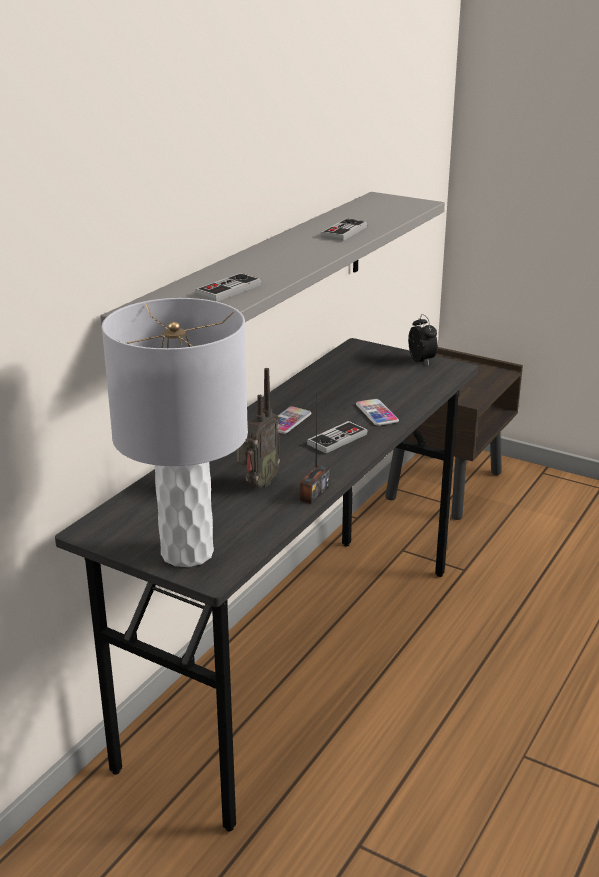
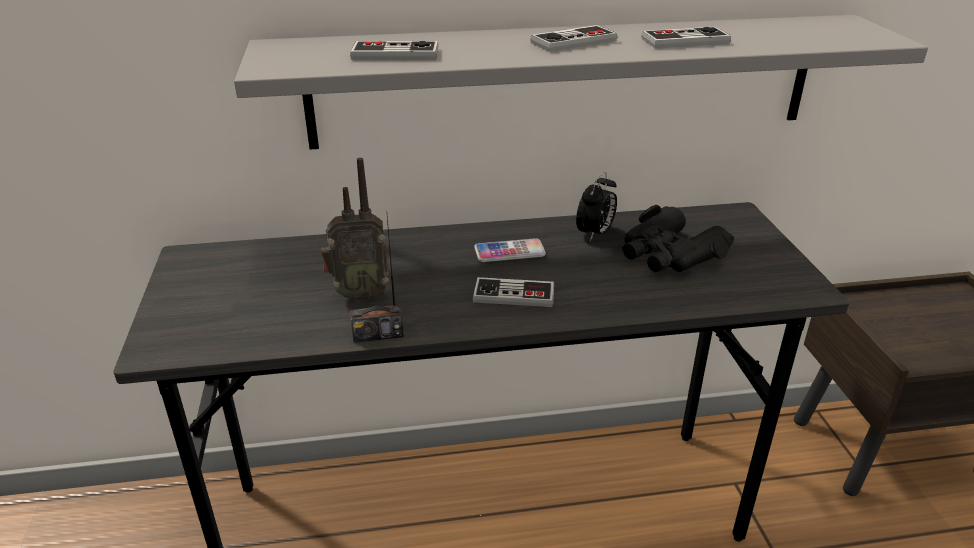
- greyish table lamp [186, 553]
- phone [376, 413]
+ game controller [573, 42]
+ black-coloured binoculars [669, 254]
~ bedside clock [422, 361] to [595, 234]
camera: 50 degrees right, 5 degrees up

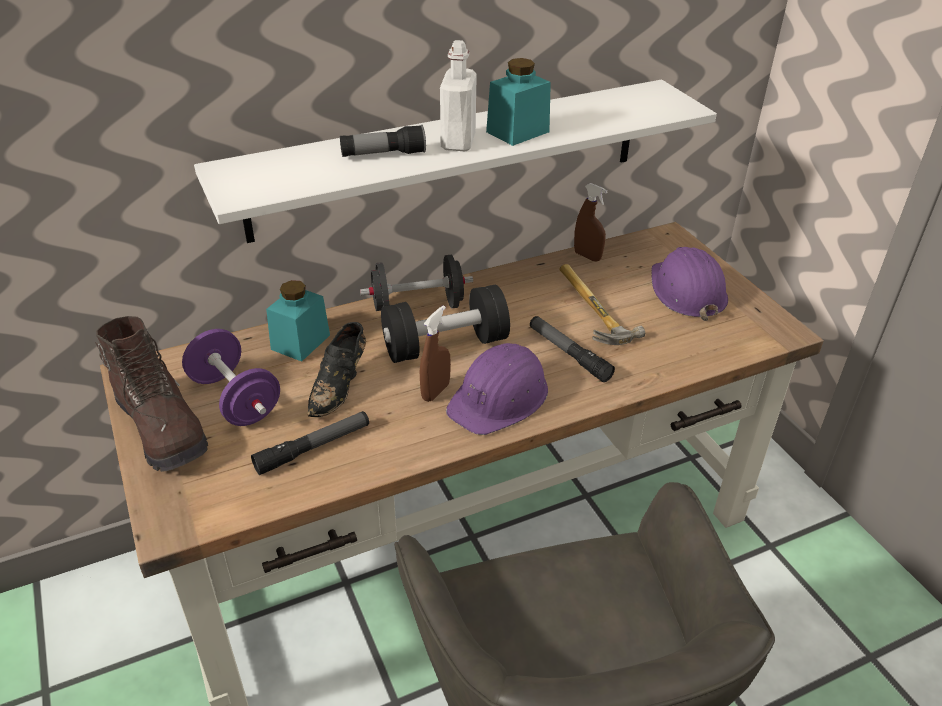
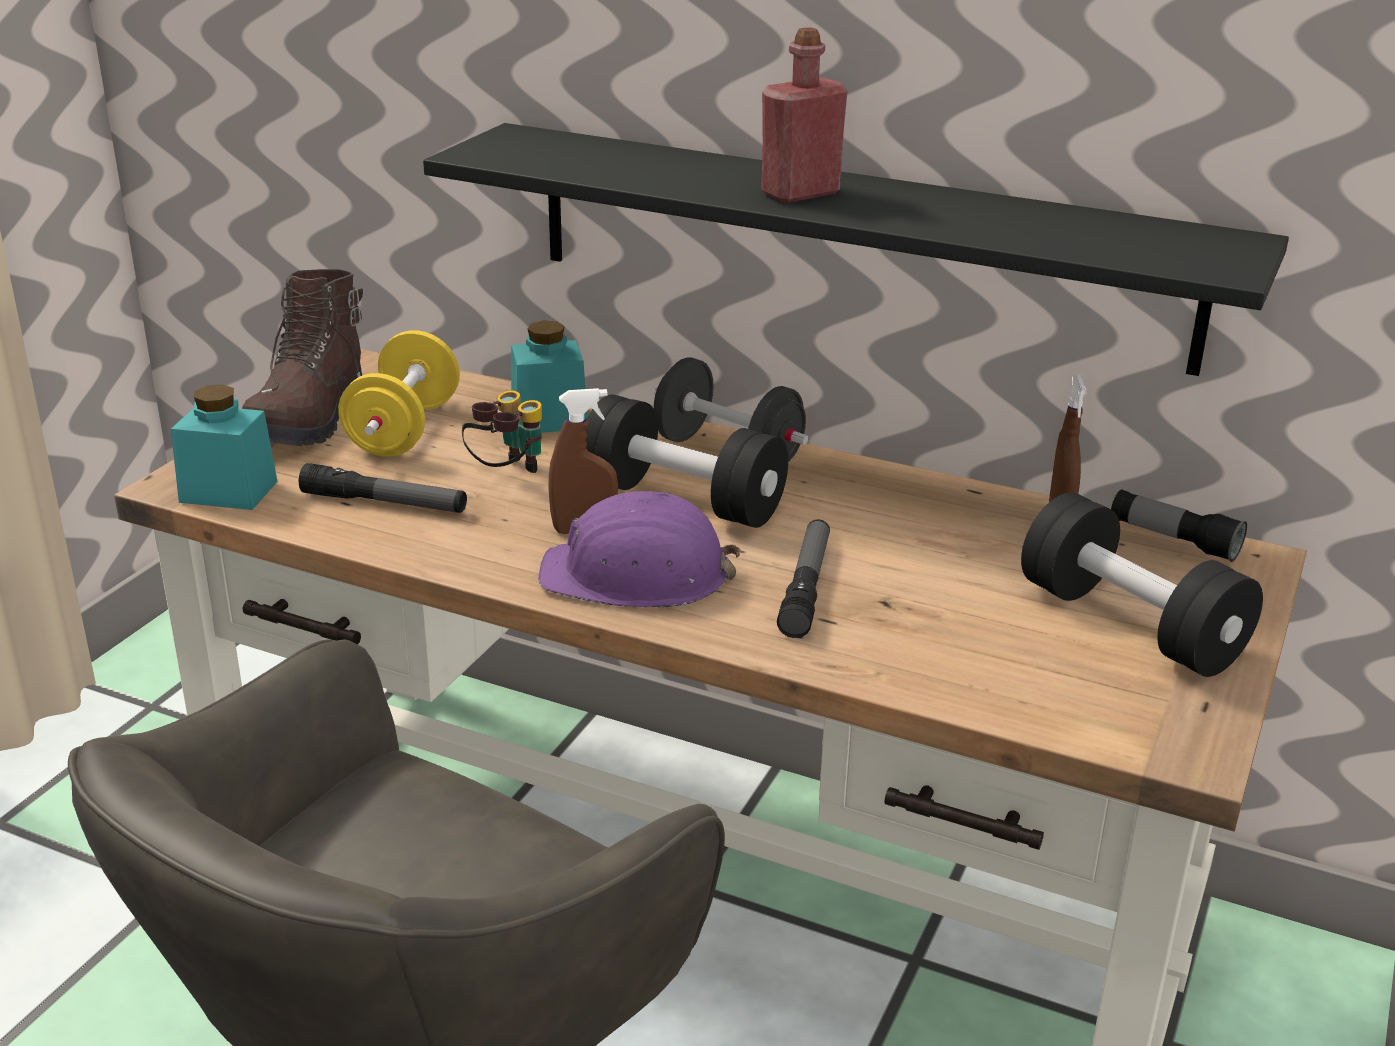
- tool hammer [588, 311]
~ torch [383, 155] to [1173, 540]
~ turquoise storage jar [517, 132] to [228, 491]
~ black-coloured low shoe [340, 387] to binoculars [506, 473]
~ purplish work helmet [686, 291] to black-coloured free weight [1130, 625]
~ purplish free weight [235, 399] to yellow free weight [404, 430]
~ white wall shelf [450, 158] to black-coloured wall shelf [854, 244]
~ white beverage bottle [458, 142] to reddish beverage bottle [800, 193]
camera: 50 degrees right, 10 degrees down

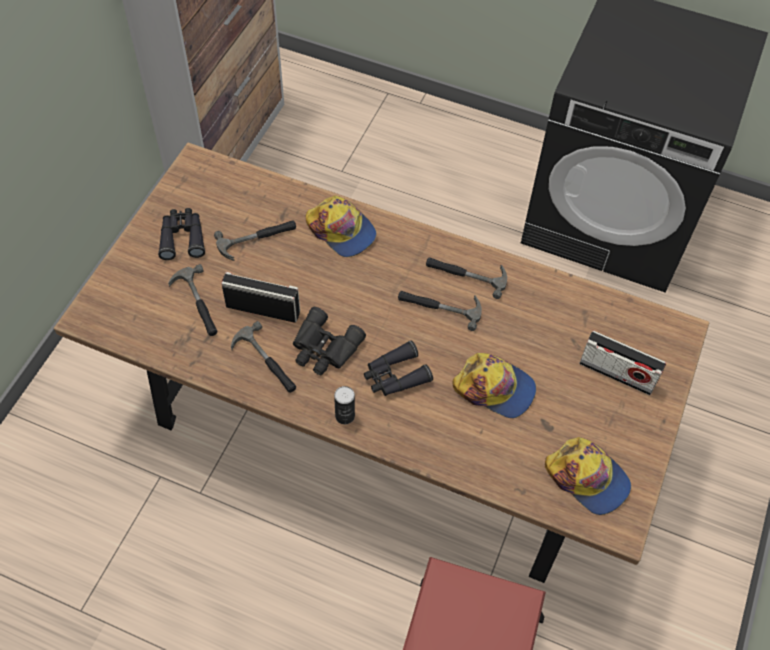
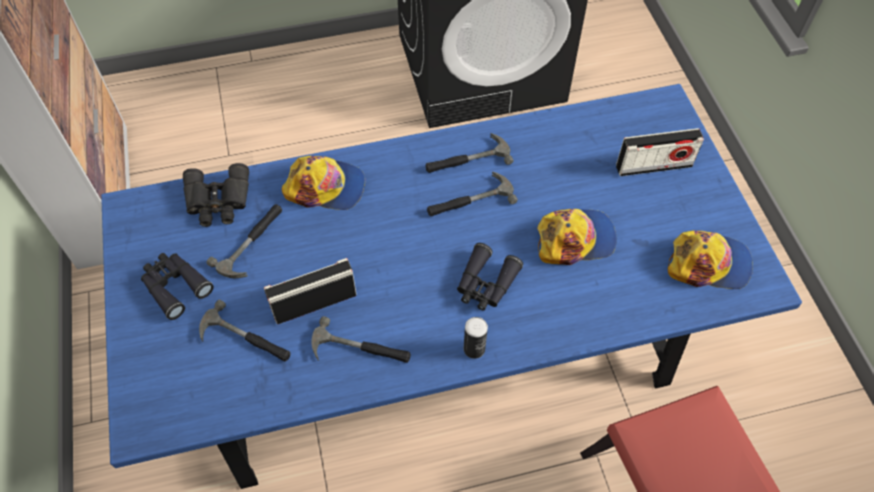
~ black-coloured binoculars [324, 349] to [218, 201]
~ brownish dinner table [381, 418] to bluish dinner table [436, 342]
camera: 35 degrees left, 0 degrees up

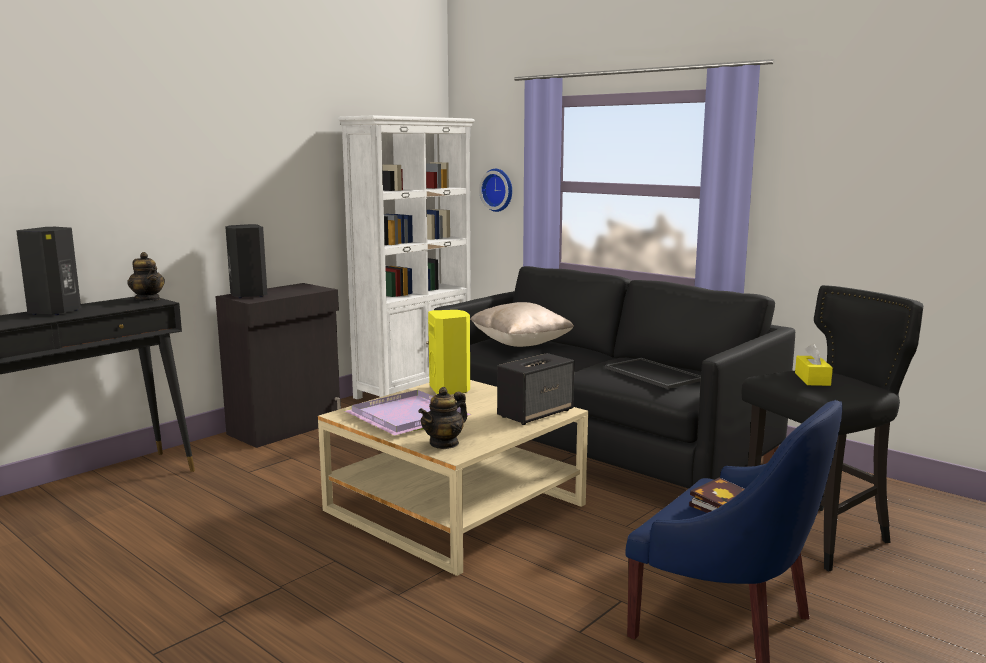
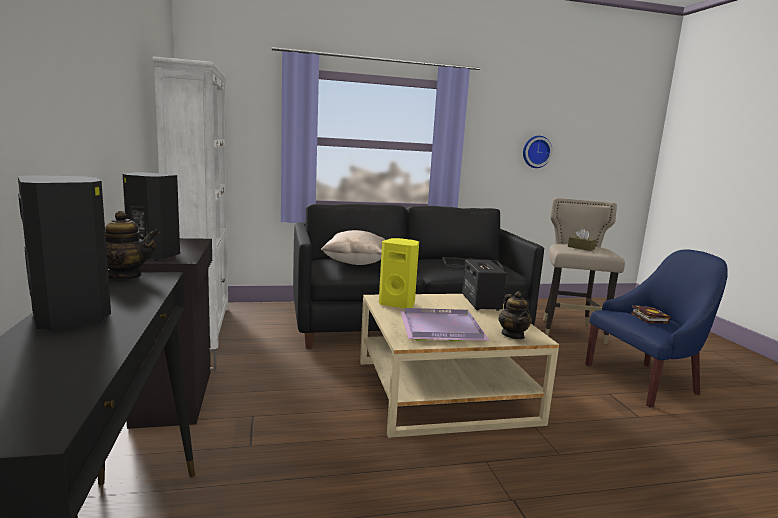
~ clock on the wall [498, 190] to [536, 151]
~ black-coloured stool [817, 536] to beige stool [571, 331]
~ yellow tissue holder [812, 379] to brownish tissue holder [581, 248]
camera: 55 degrees left, 0 degrees up

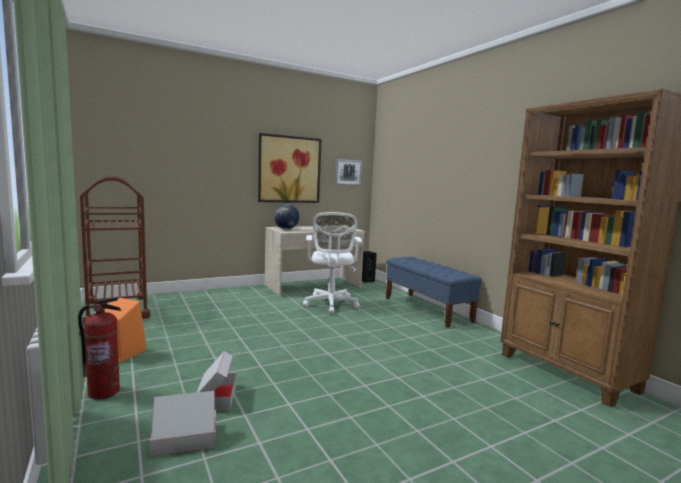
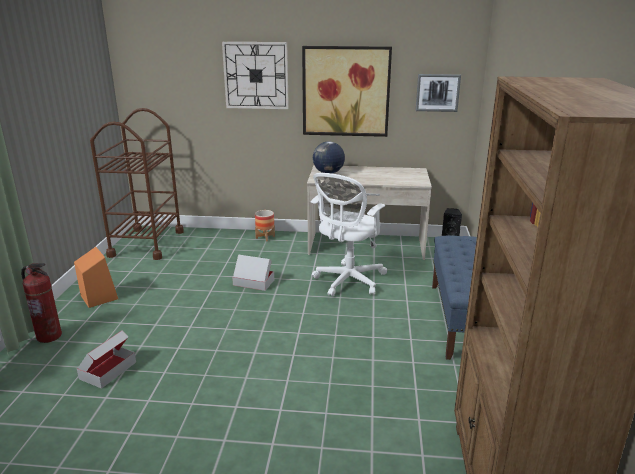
+ clock on the wall [256, 75]
+ plant pot [265, 237]
~ packing box [185, 439] to [253, 282]
camera: 35 degrees right, 15 degrees up

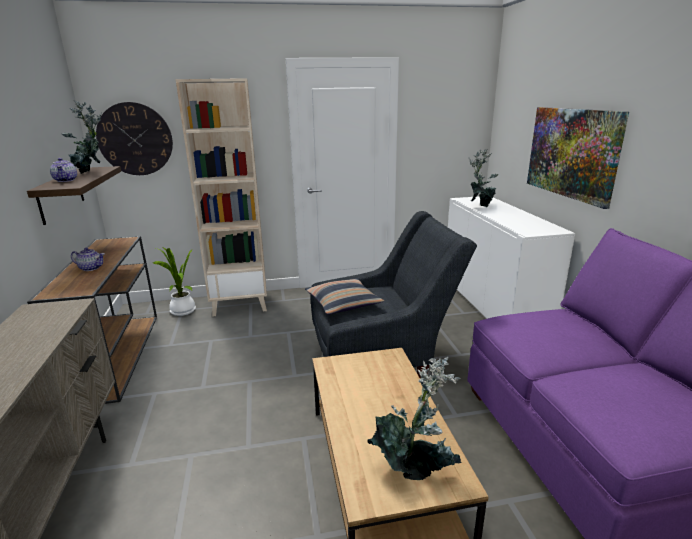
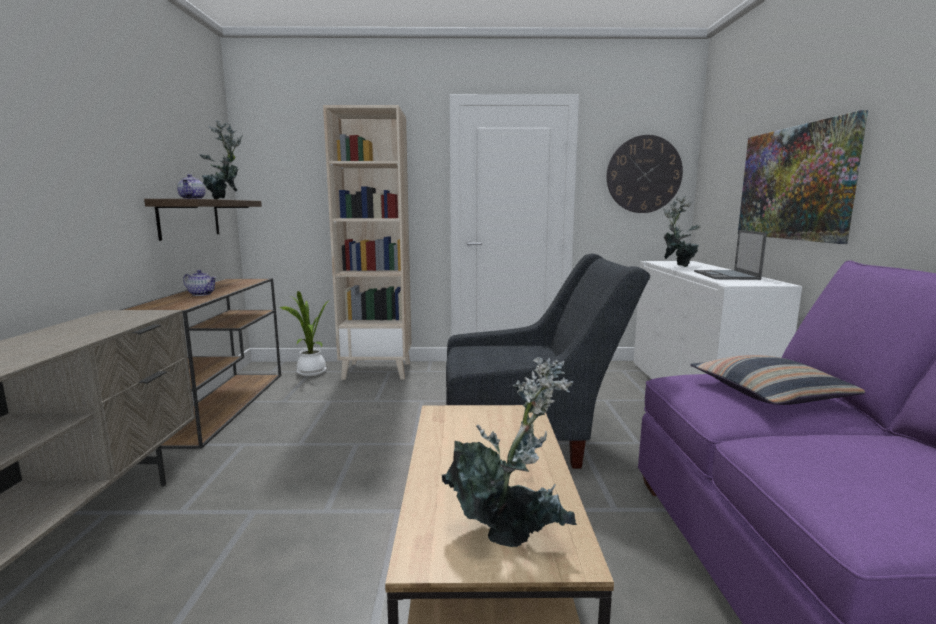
+ portable computer [726, 275]
~ clock on the wall [135, 139] to [644, 174]
~ pillow [343, 303] to [770, 393]
camera: 10 degrees right, 10 degrees down

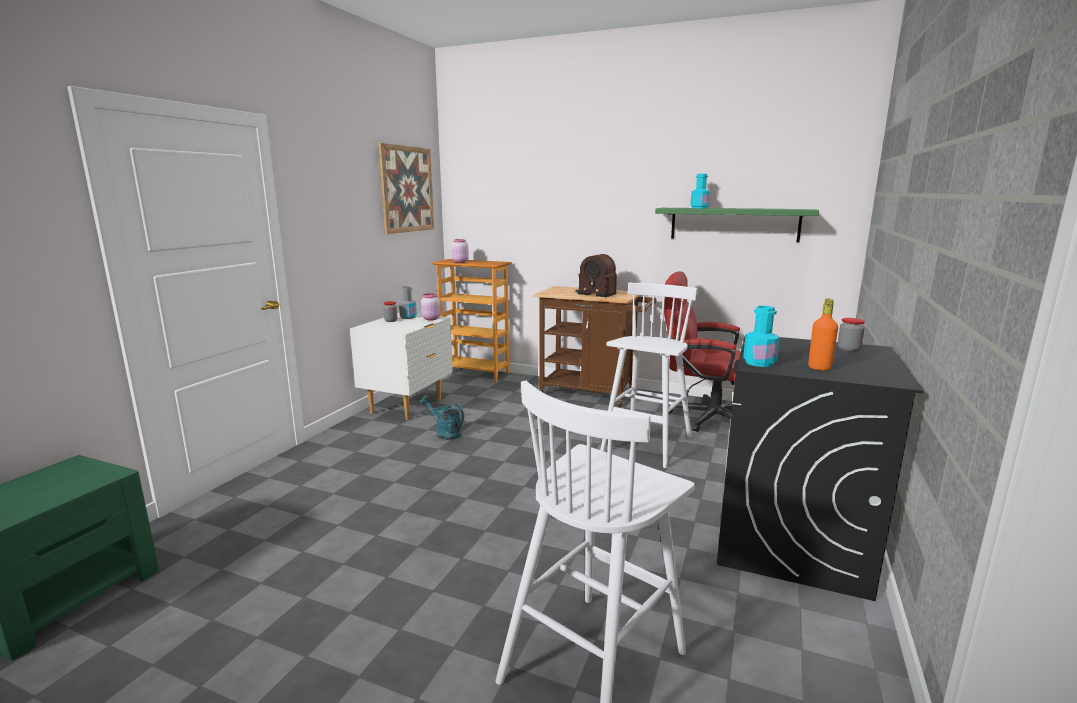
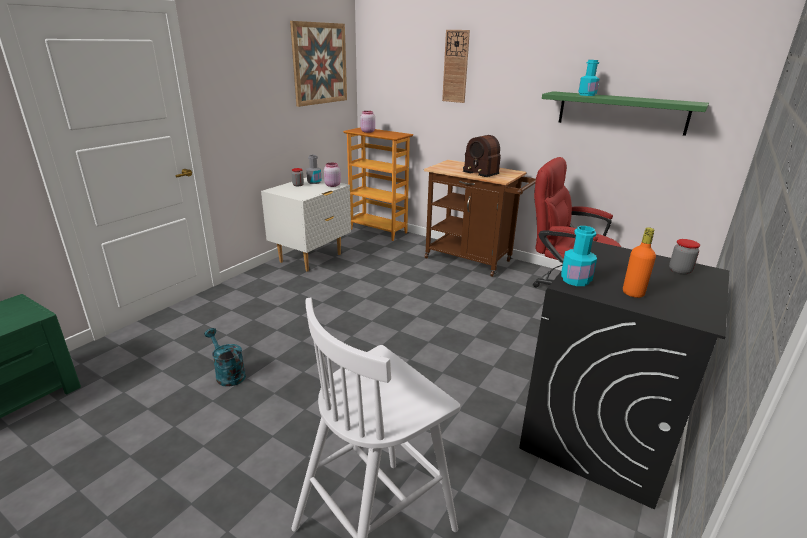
- white stool [646, 445]
+ clock on the wall [455, 66]
~ turquoise sprinkling can [445, 433] to [228, 374]
camera: 10 degrees right, 10 degrees up

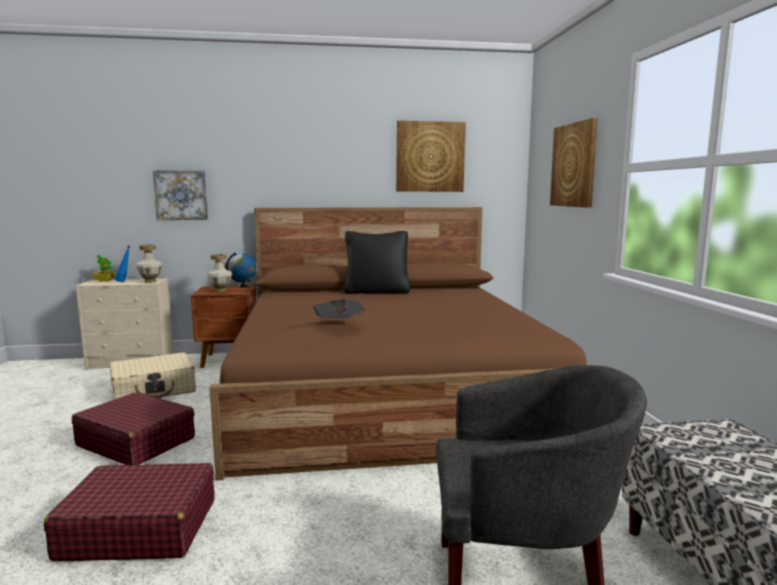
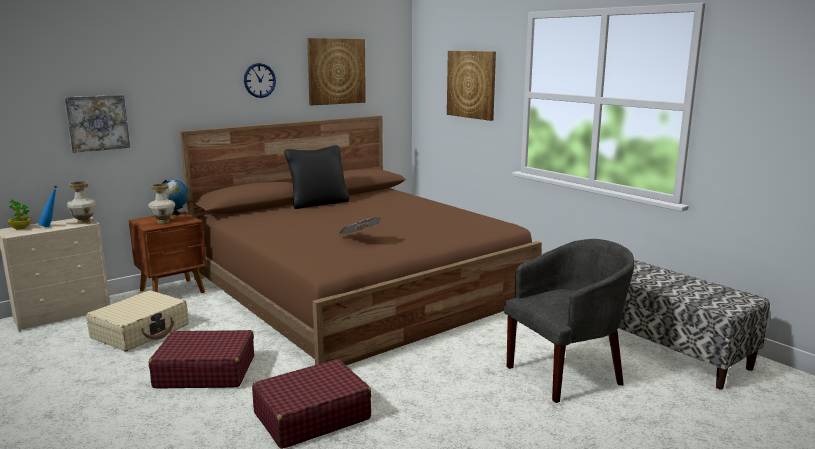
+ clock on the wall [259, 80]
camera: 30 degrees left, 5 degrees up

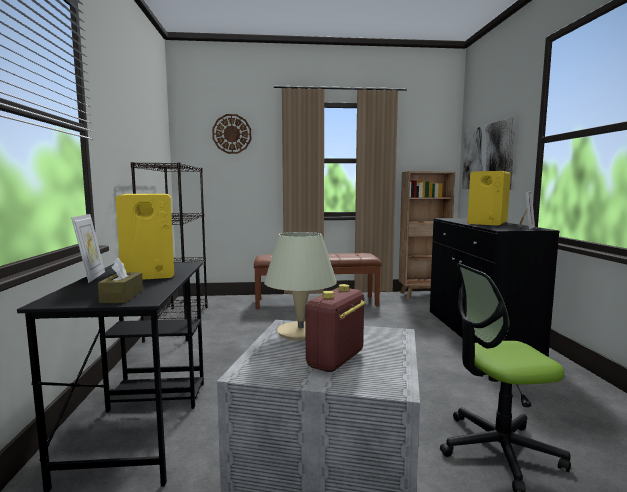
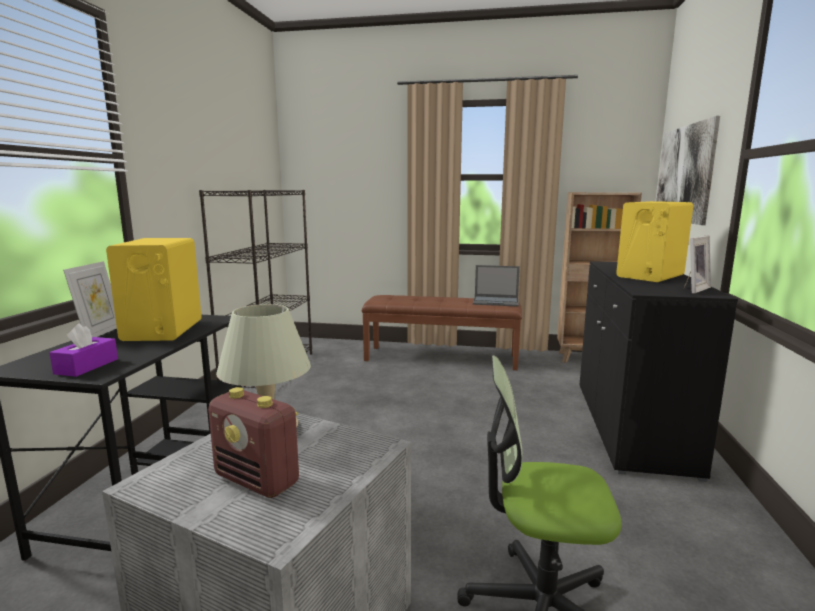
- clock on the wall [232, 134]
+ portable computer [496, 301]
~ brownish tissue holder [122, 296] to purplish tissue holder [87, 366]
~ radio [335, 360] = [258, 480] 105 degrees counterclockwise
camera: 15 degrees right, 5 degrees up

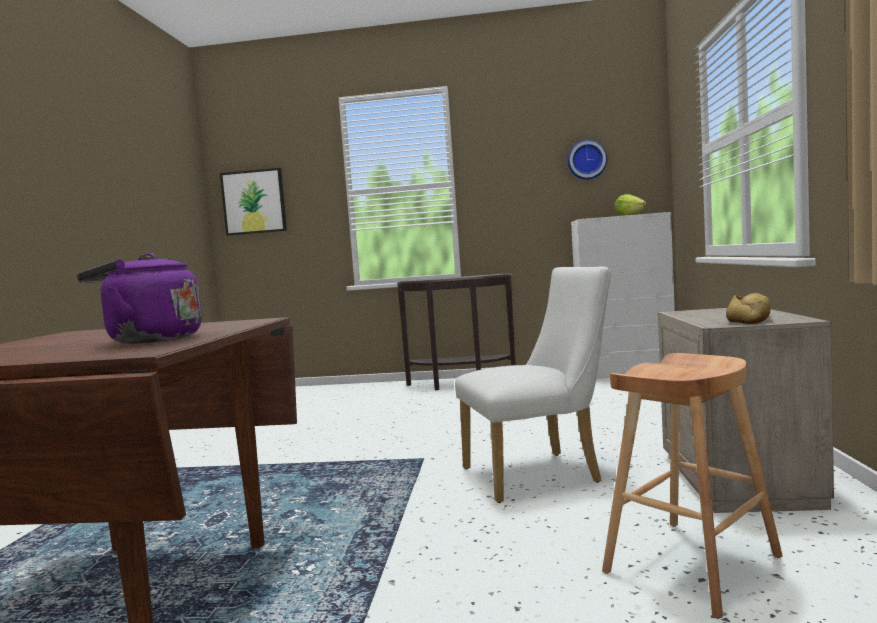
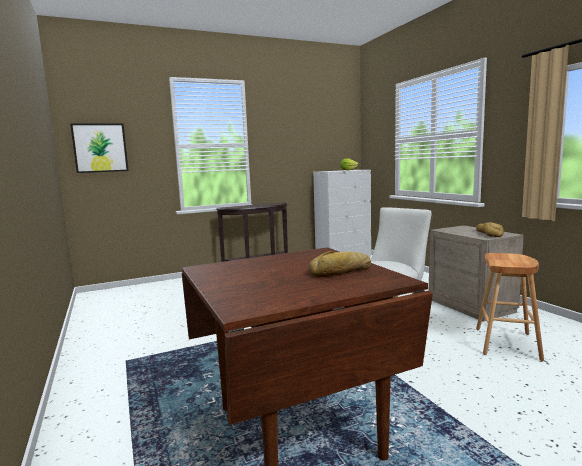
- clock on the wall [586, 160]
~ purplish water kettle [149, 340] to bakery bread [341, 271]
camera: 30 degrees left, 5 degrees up

